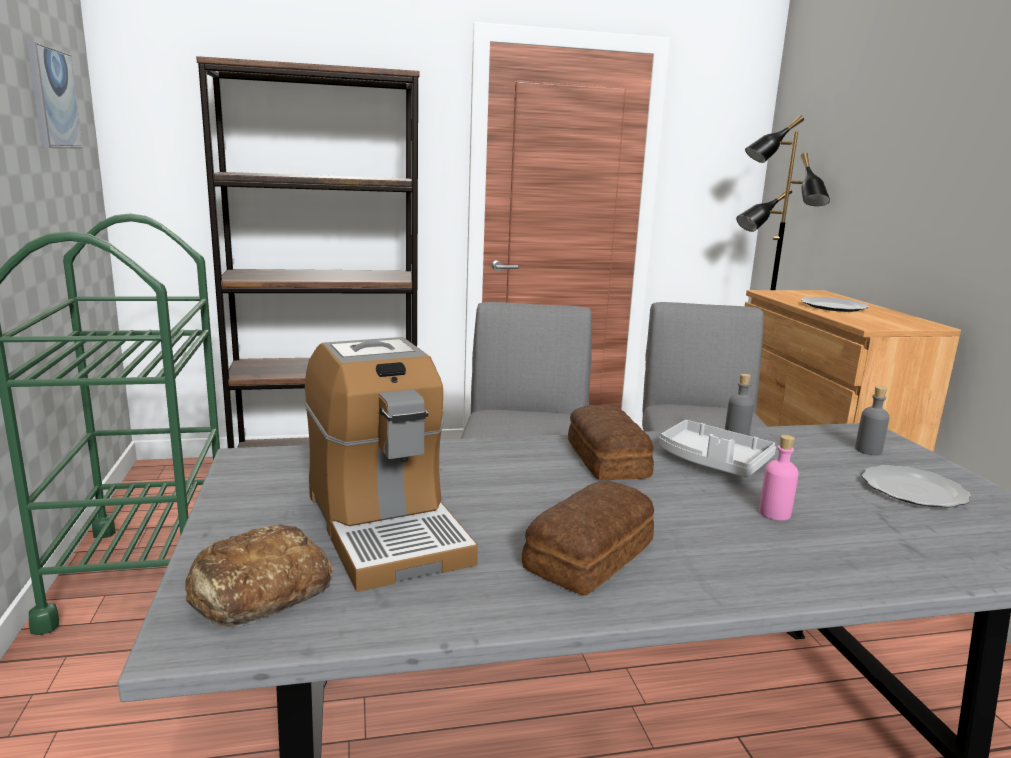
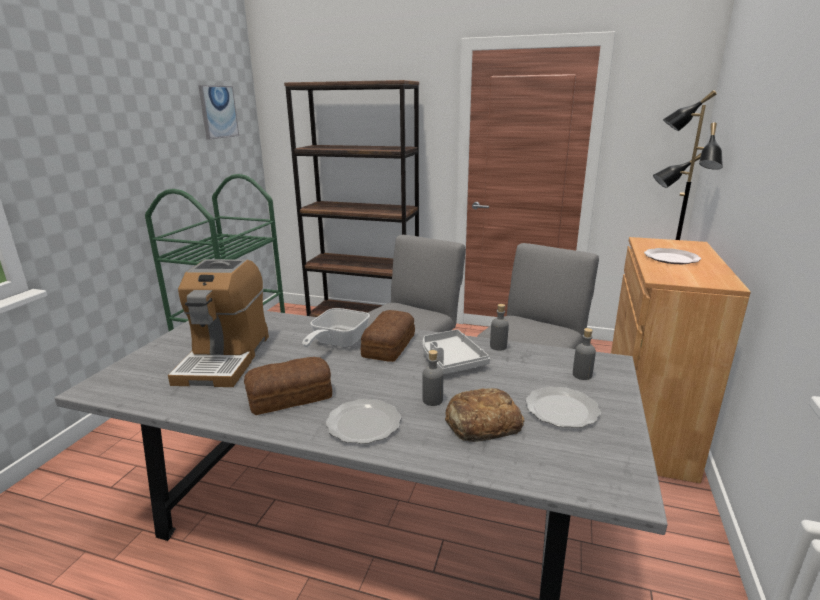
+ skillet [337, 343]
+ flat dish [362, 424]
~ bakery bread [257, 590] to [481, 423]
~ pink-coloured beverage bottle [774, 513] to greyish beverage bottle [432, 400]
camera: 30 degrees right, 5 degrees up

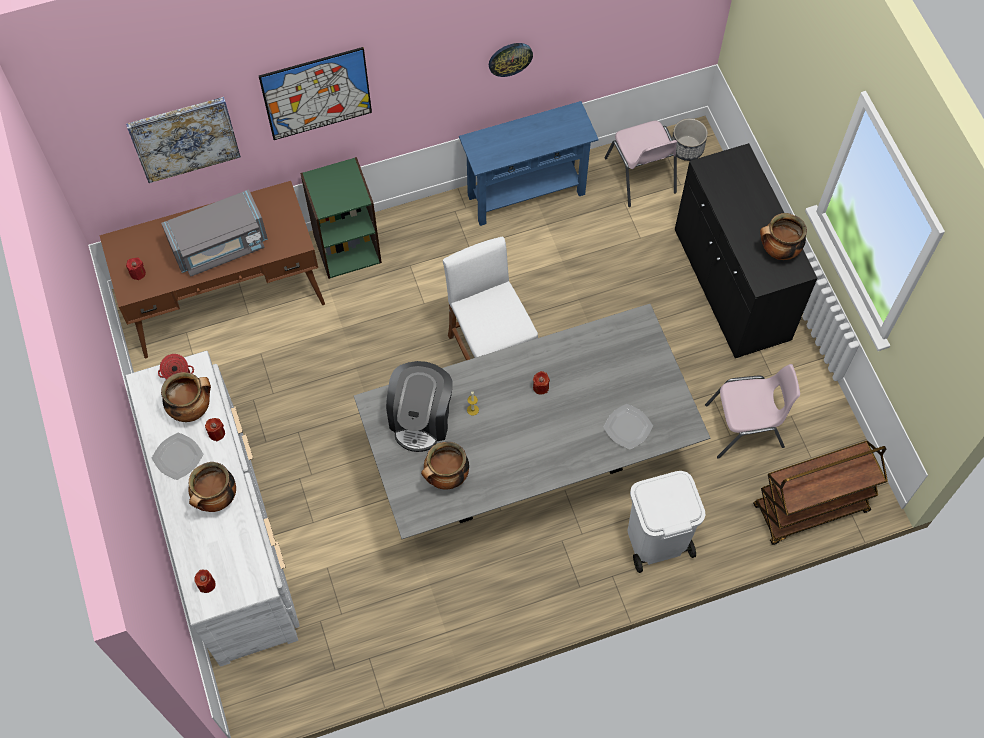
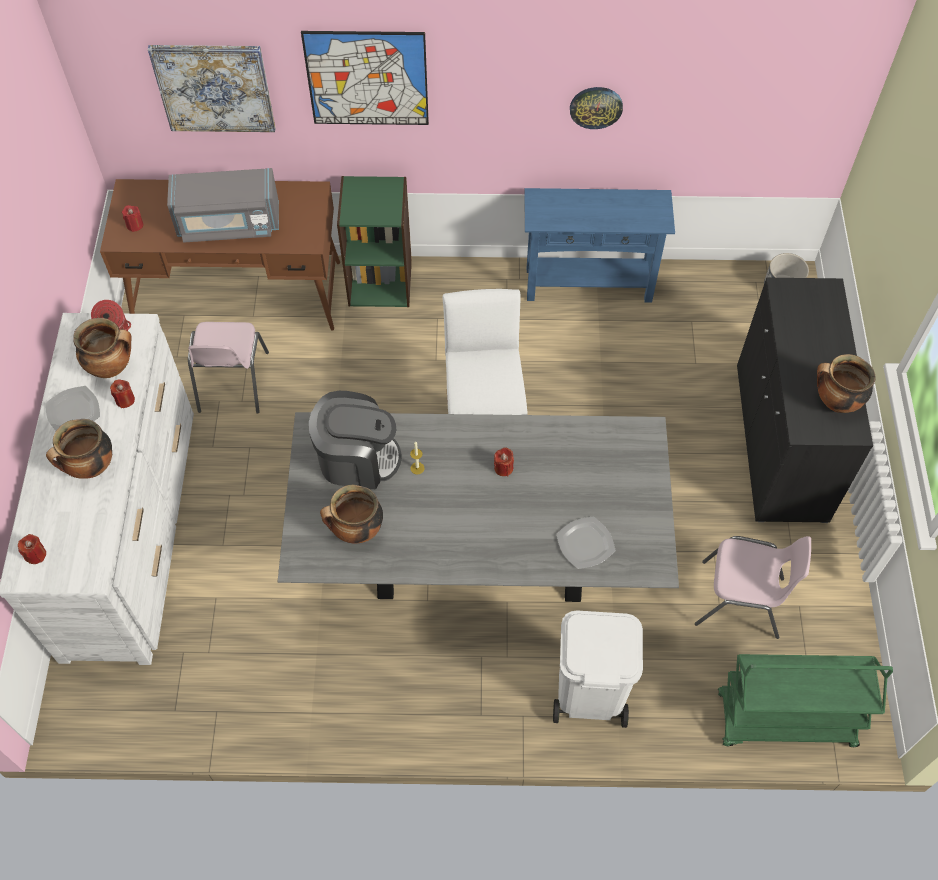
~ pink-coloured chair [641, 176] to [232, 383]
~ brownish wheeled cart [810, 509] to green-coloured wheeled cart [784, 720]
~ coffee brewer [421, 418] = [357, 459] 120 degrees counterclockwise
camera: 20 degrees right, 5 degrees down

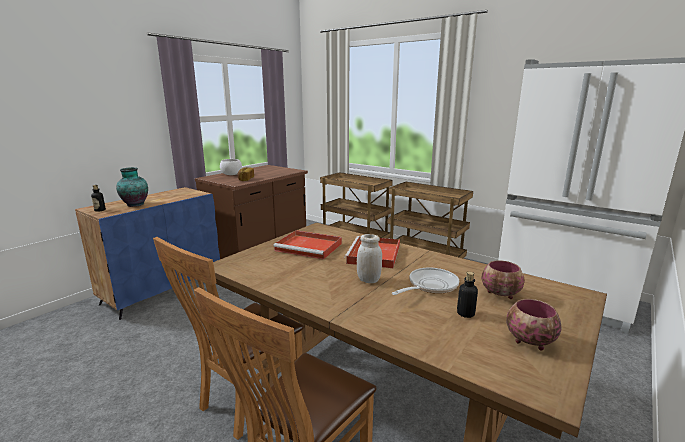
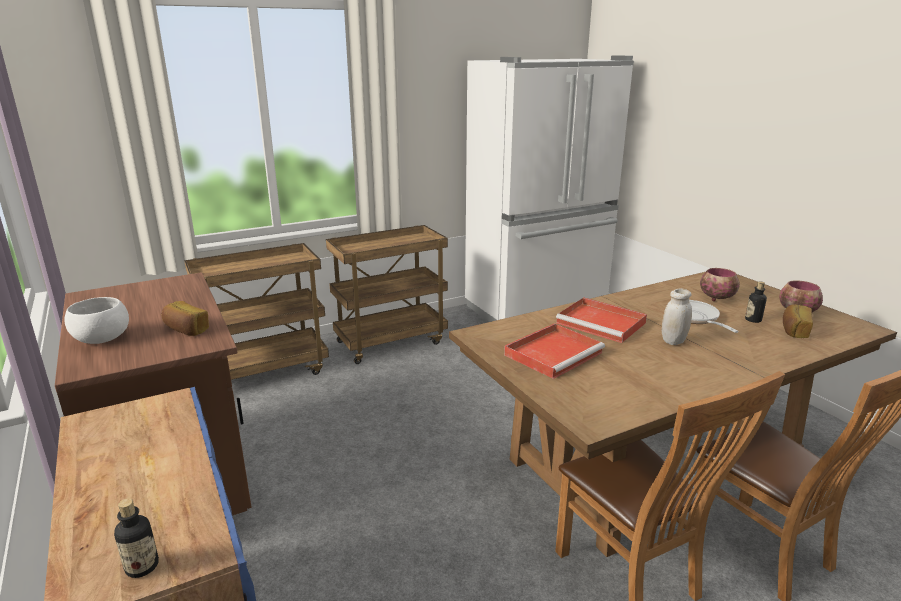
- flower vase [134, 205]
+ bakery bread [794, 330]
camera: 65 degrees left, 5 degrees up

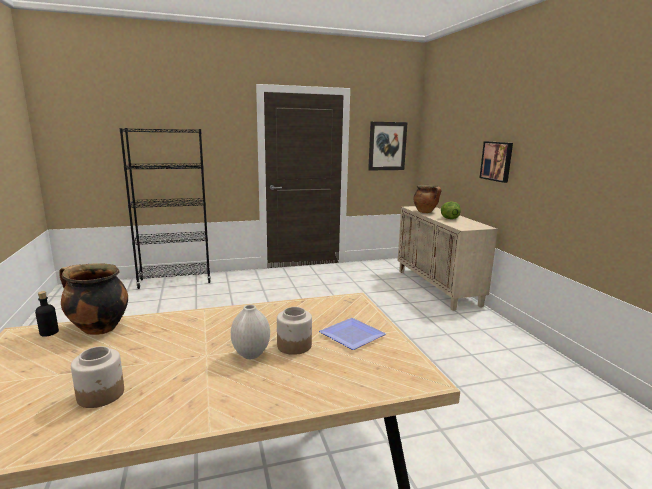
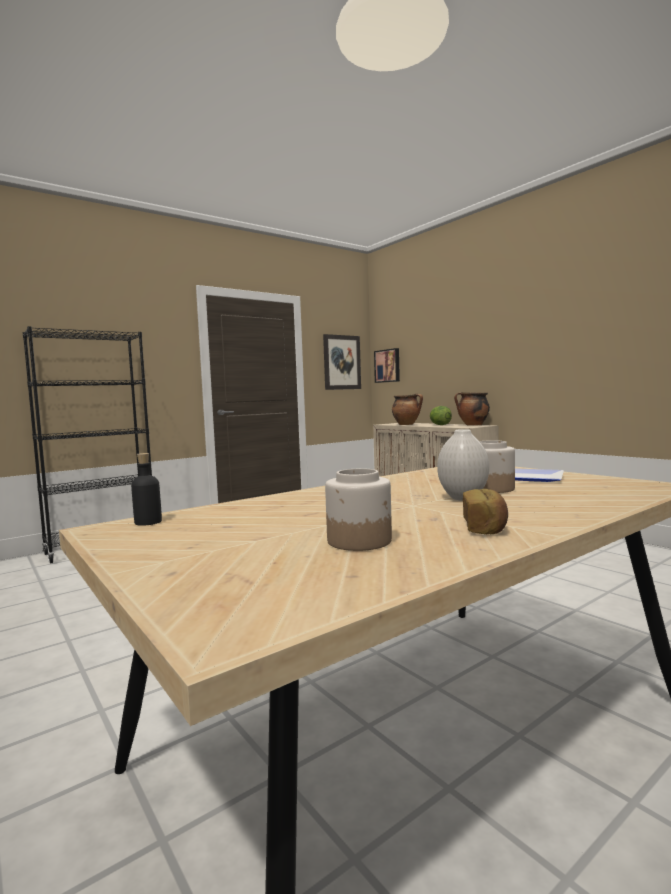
+ bakery bread [485, 527]
~ cooking pot [97, 328] to [472, 425]
~ wall art [497, 161] to [388, 366]
camera: 20 degrees left, 10 degrees down

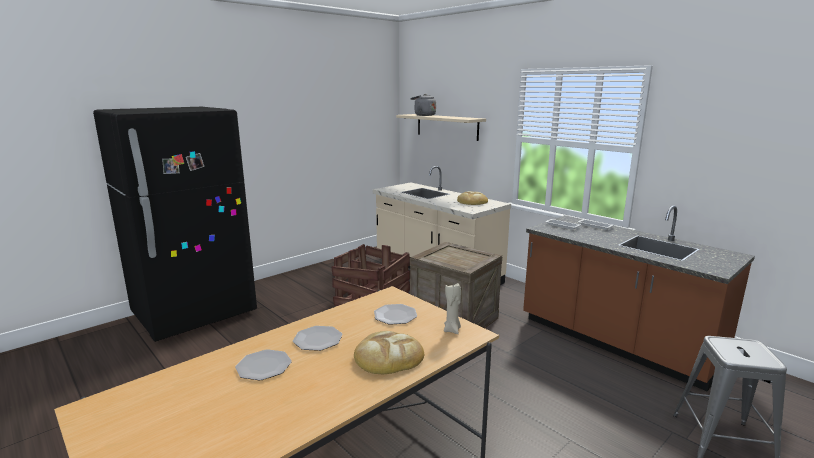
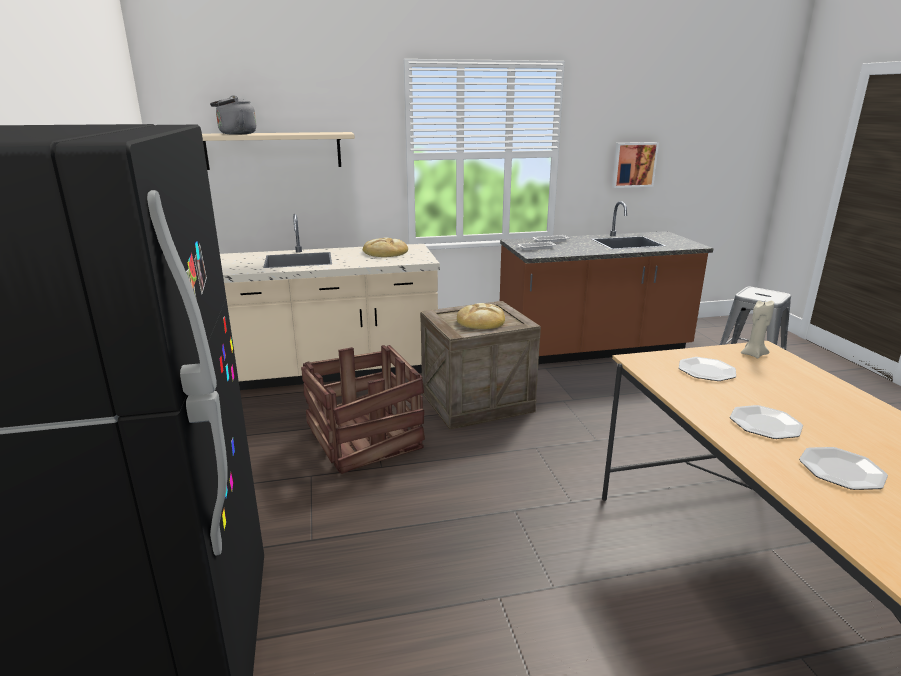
+ wall art [633, 164]
~ bakery bread [388, 357] to [481, 321]
camera: 60 degrees left, 5 degrees up

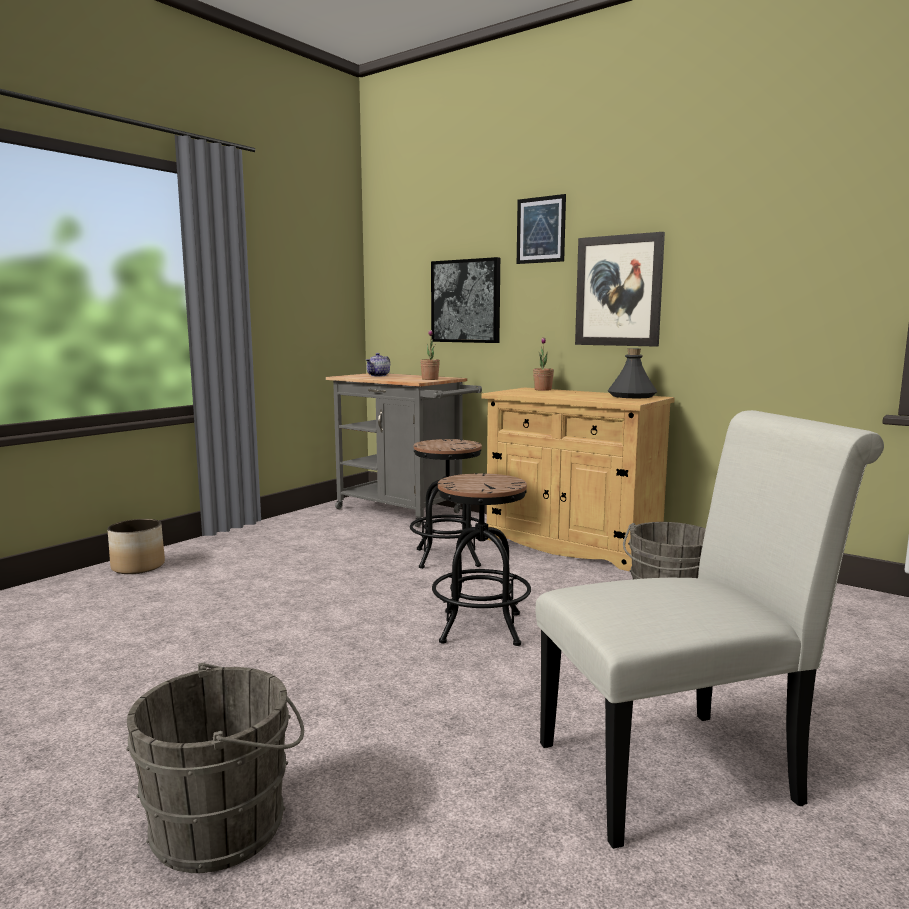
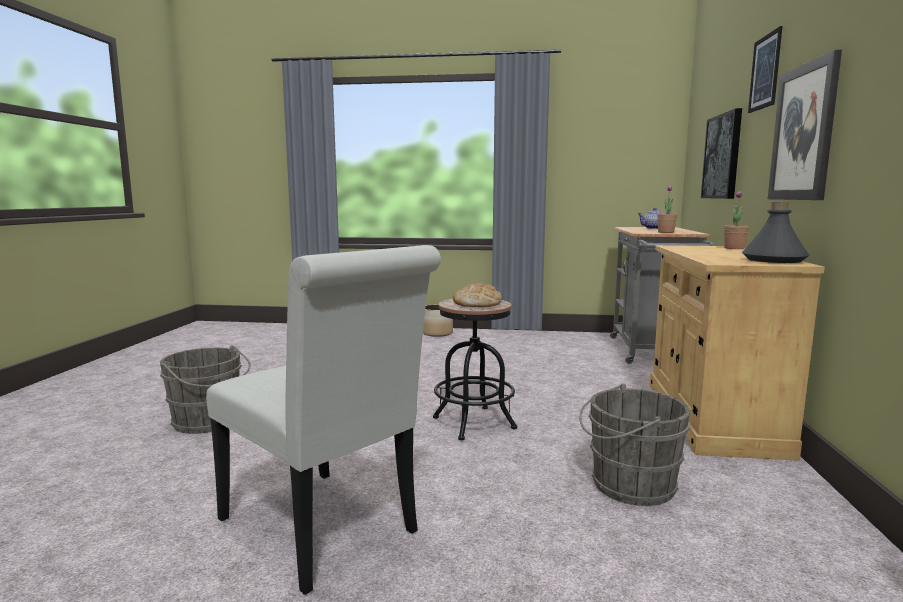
- black-coloured stool [447, 558]
+ bakery bread [477, 303]
camera: 60 degrees right, 0 degrees up

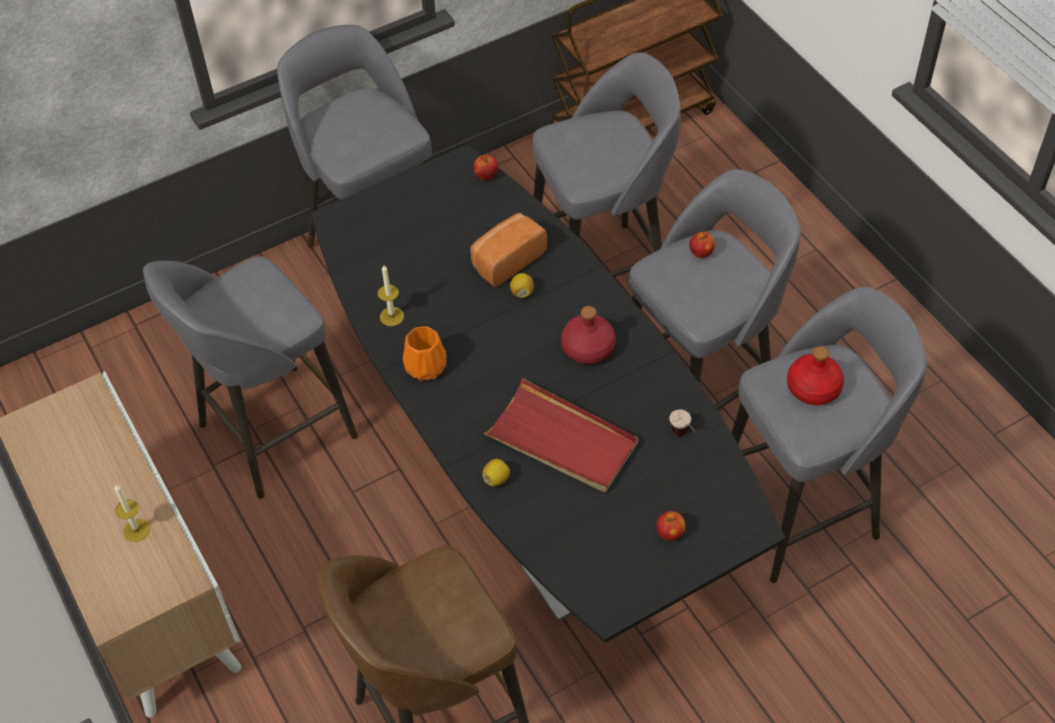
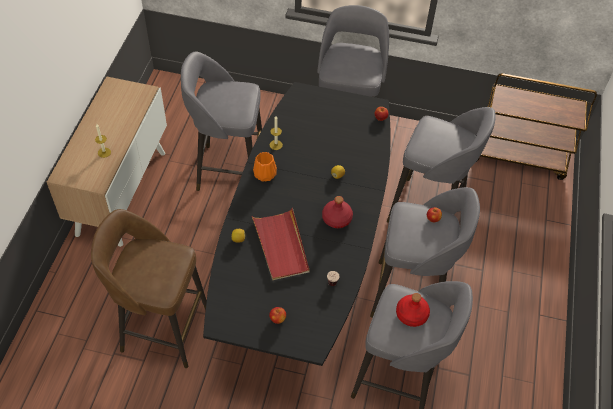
- bakery bread [506, 260]
camera: 40 degrees right, 0 degrees up

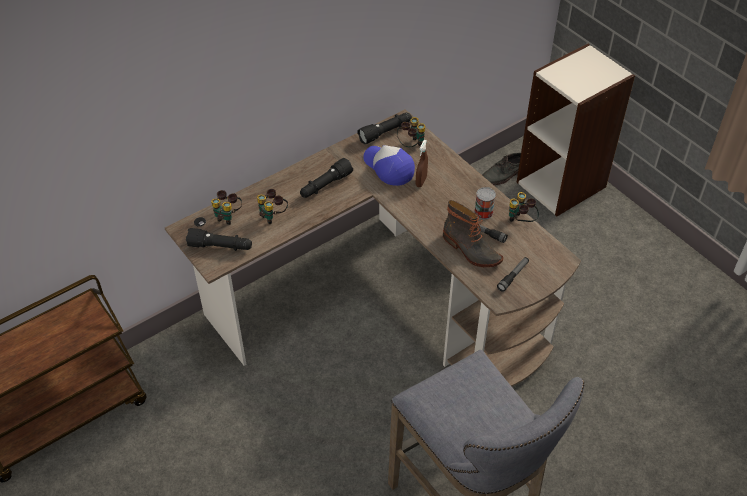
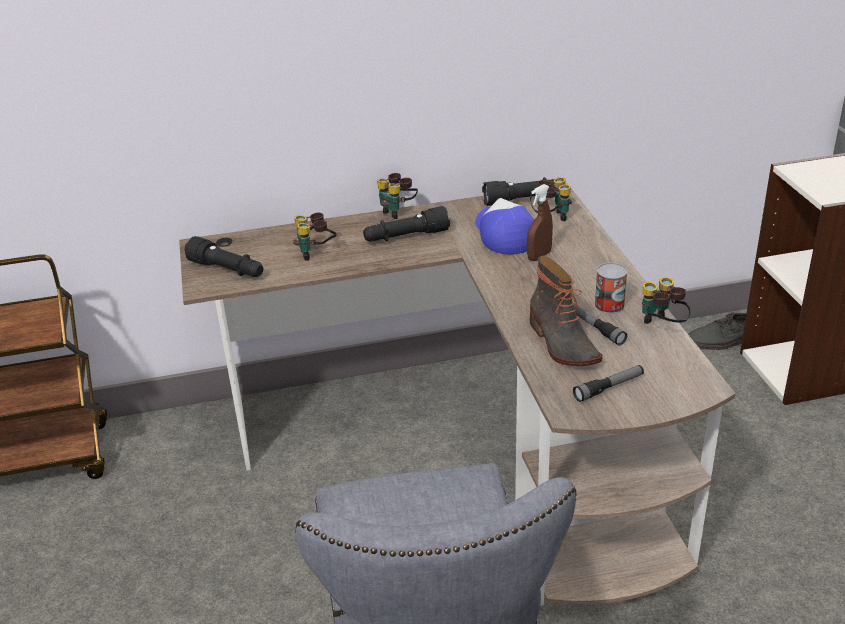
~ binoculars [228, 216] to [398, 212]
camera: 25 degrees right, 15 degrees down

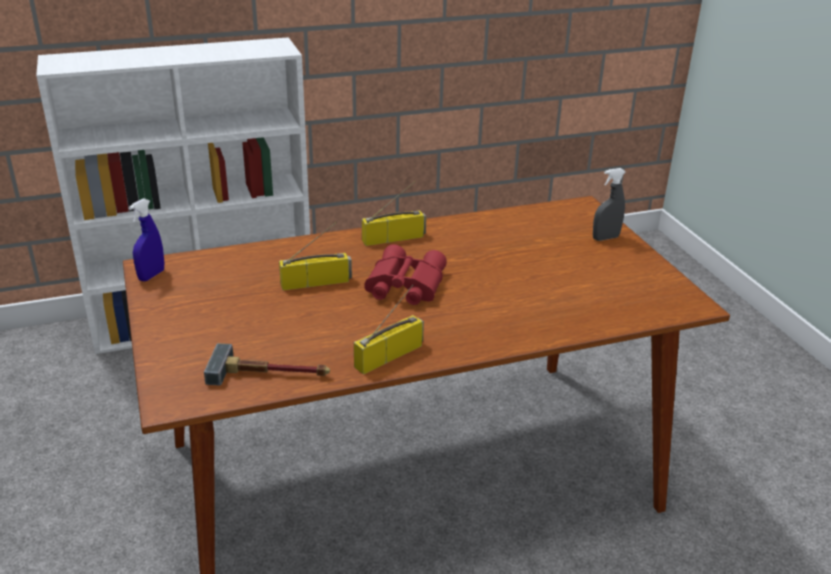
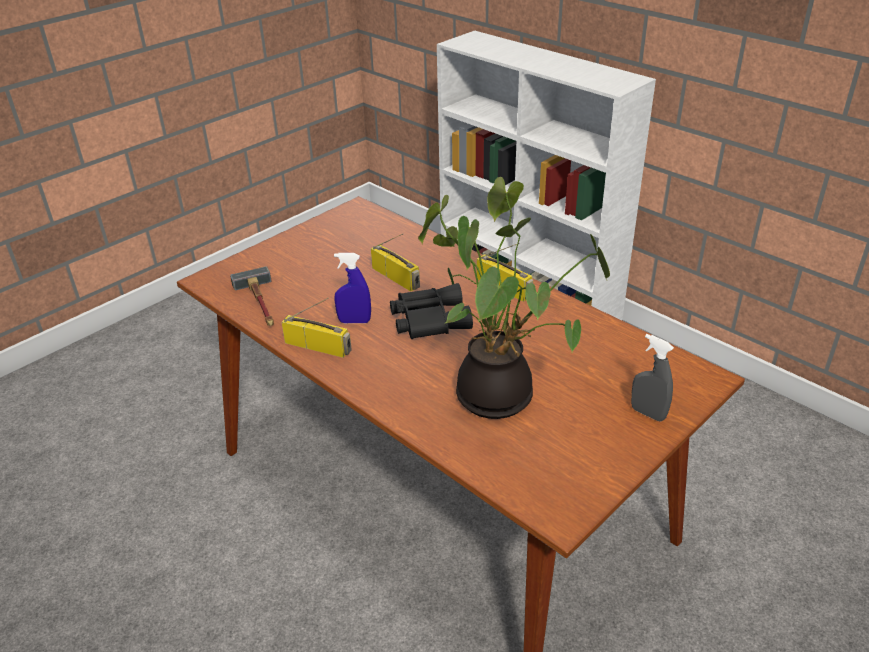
+ houseplant [500, 394]
~ bluish spray bottle [151, 275] to [354, 321]
~ reddish binoculars [403, 286] to black-coloured binoculars [428, 319]
camera: 65 degrees right, 5 degrees up

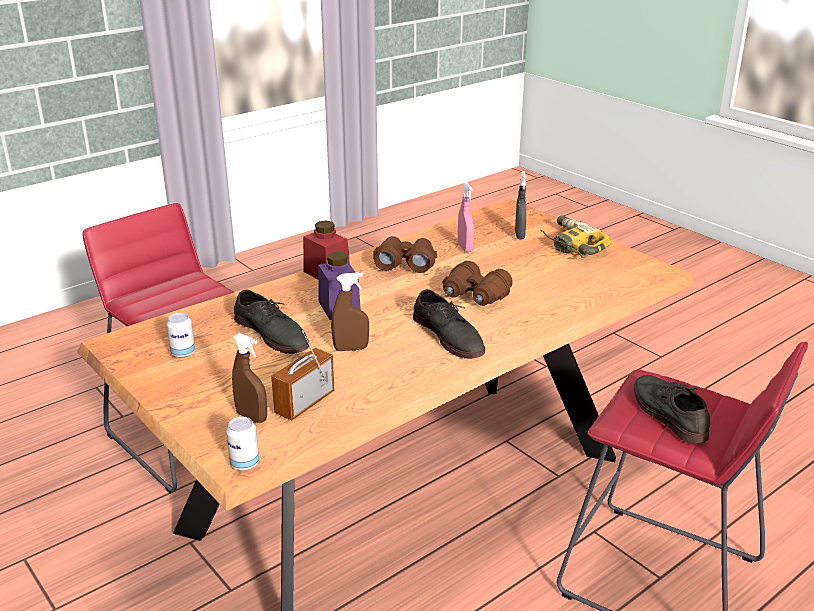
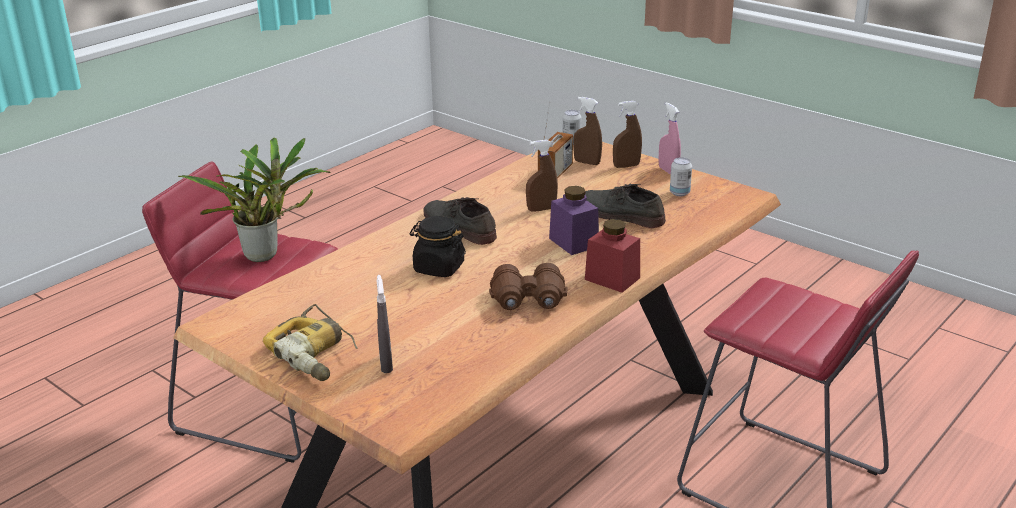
+ brownish spray bottle [626, 166]
~ pink-coloured spray bottle [465, 248] to [668, 171]
~ brownish binoculars [475, 296] to black-coloured storage jar [438, 268]
~ greyish low shoe [667, 413] to houseplant [266, 255]
camera: 170 degrees right, 0 degrees up

